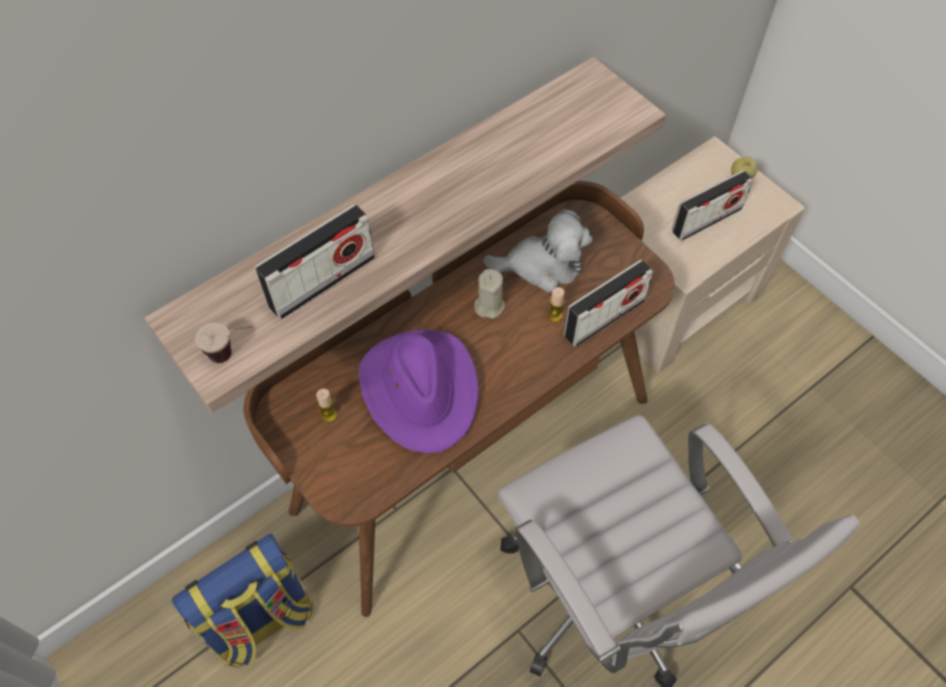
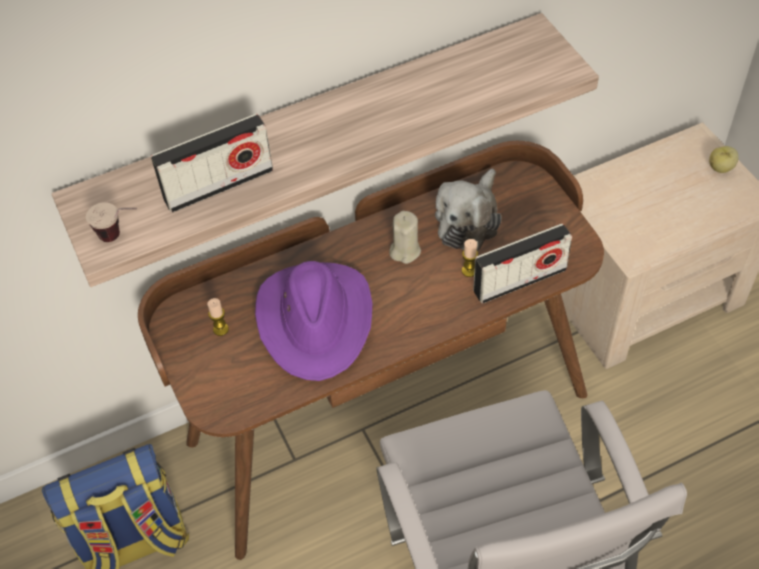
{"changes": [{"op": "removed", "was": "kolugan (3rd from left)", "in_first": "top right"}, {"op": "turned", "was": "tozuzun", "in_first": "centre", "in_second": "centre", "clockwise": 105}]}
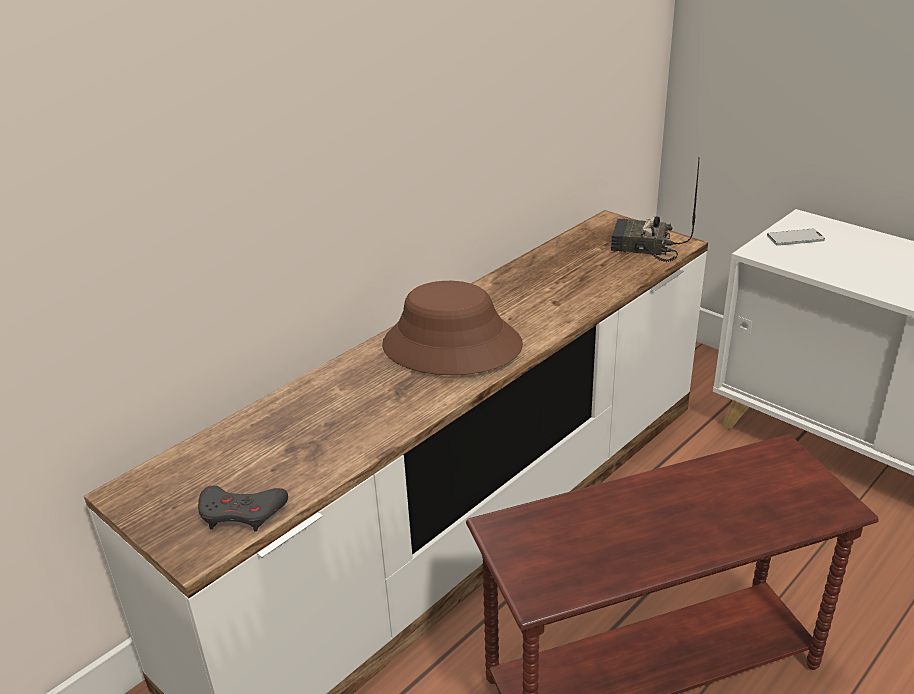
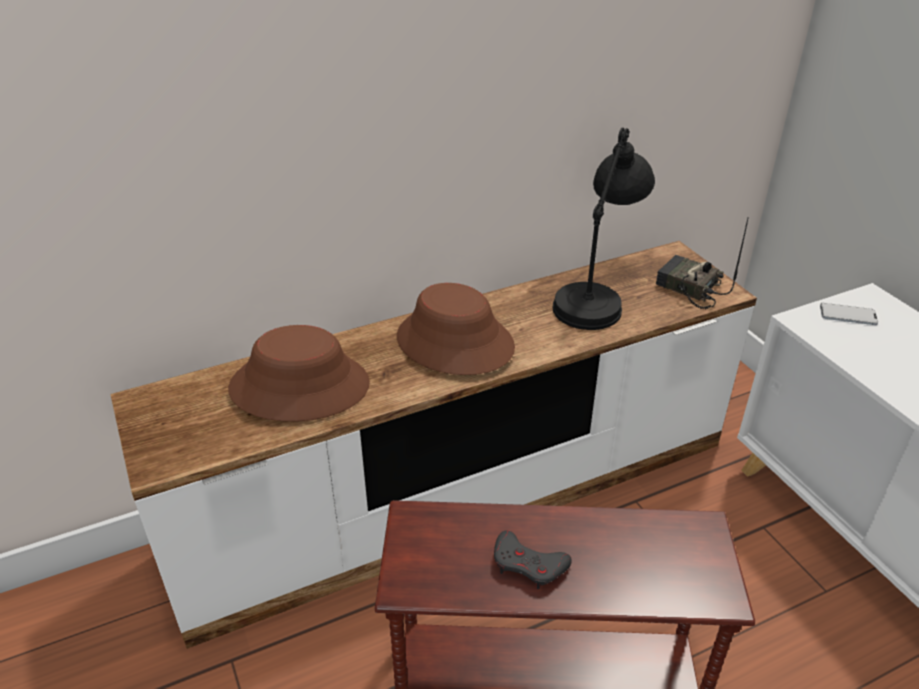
{"changes": [{"op": "moved", "was": "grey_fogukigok", "in_first": "bottom left", "in_second": "bottom centre"}, {"op": "added", "now": "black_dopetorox", "in_second": "top centre"}, {"op": "added", "now": "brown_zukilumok (1st from left)", "in_second": "middle left"}]}
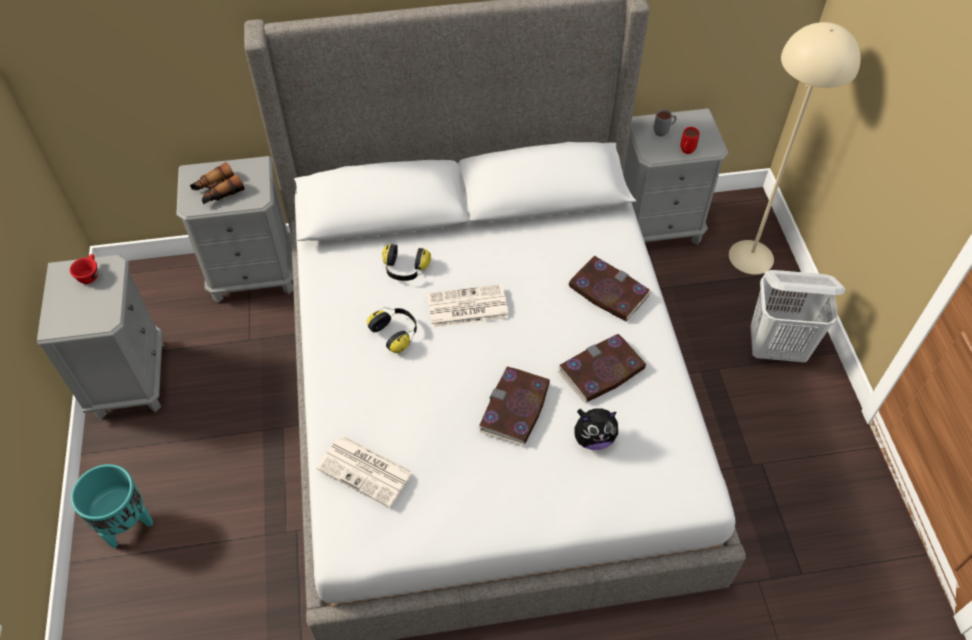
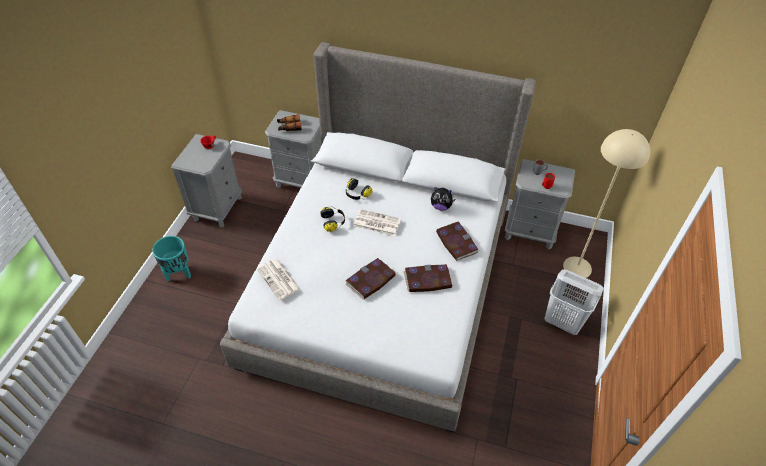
{"changes": [{"op": "moved", "was": "tozuzun", "in_first": "bottom centre", "in_second": "centre"}]}
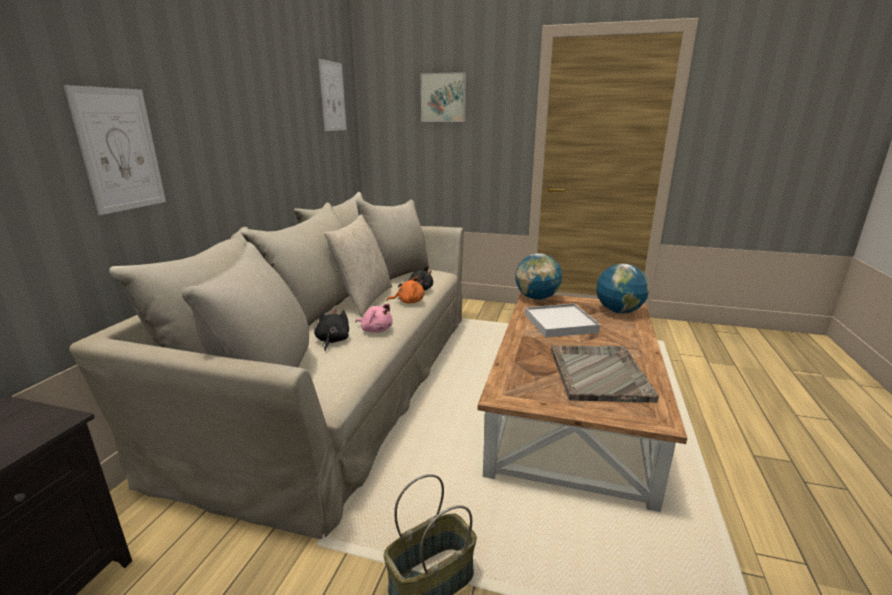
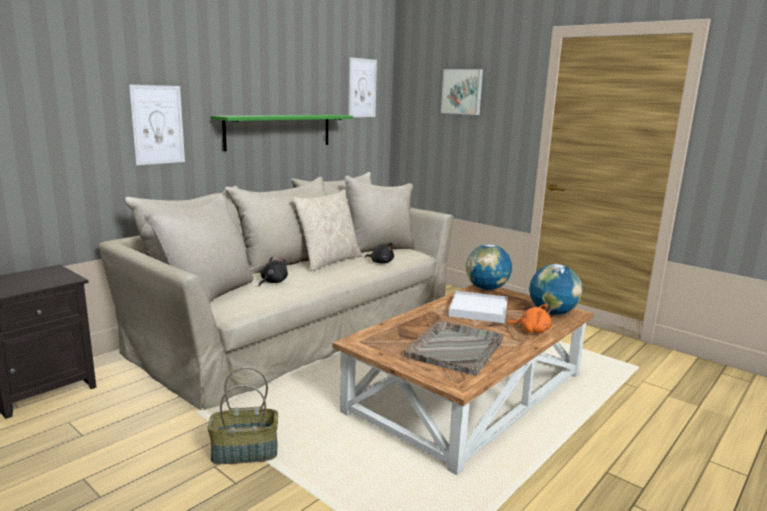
{"changes": [{"op": "moved", "was": "orange_tozuzun", "in_first": "centre", "in_second": "middle right"}, {"op": "removed", "was": "pink_tozuzun", "in_first": "centre"}, {"op": "added", "now": "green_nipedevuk", "in_second": "top centre"}]}
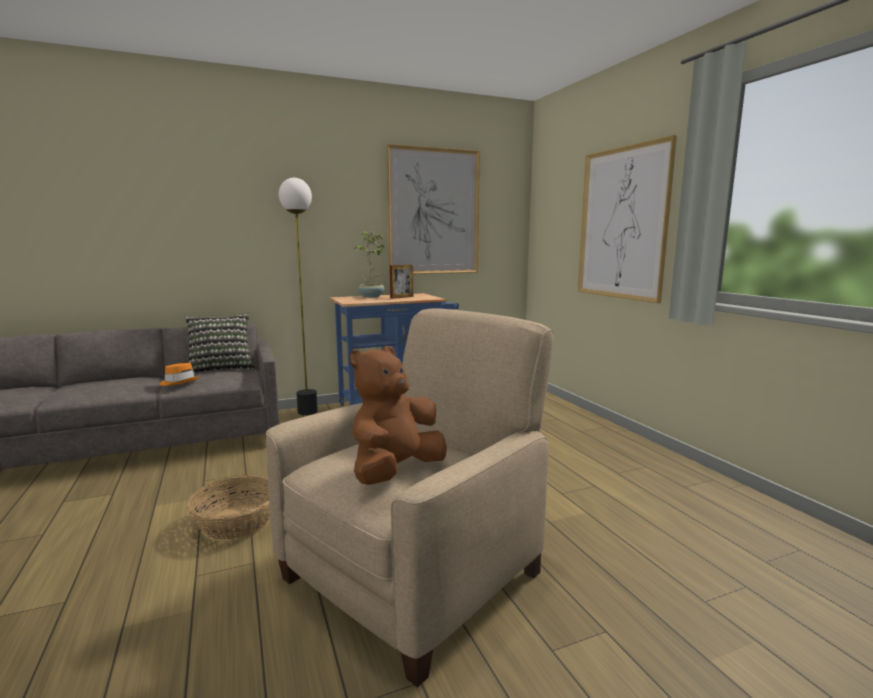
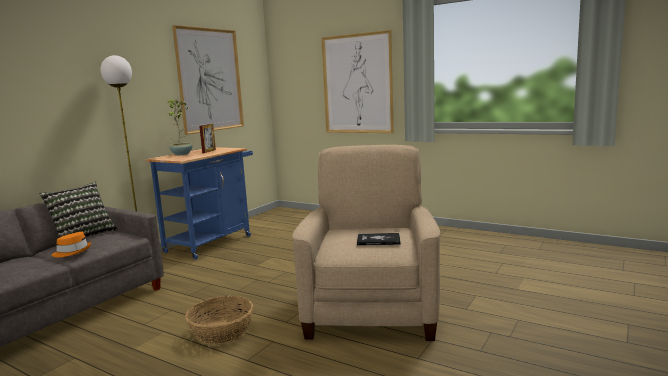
{"changes": [{"op": "replaced", "was": "brown_tozuzun", "now": "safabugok", "in_first": "centre", "in_second": "centre"}]}
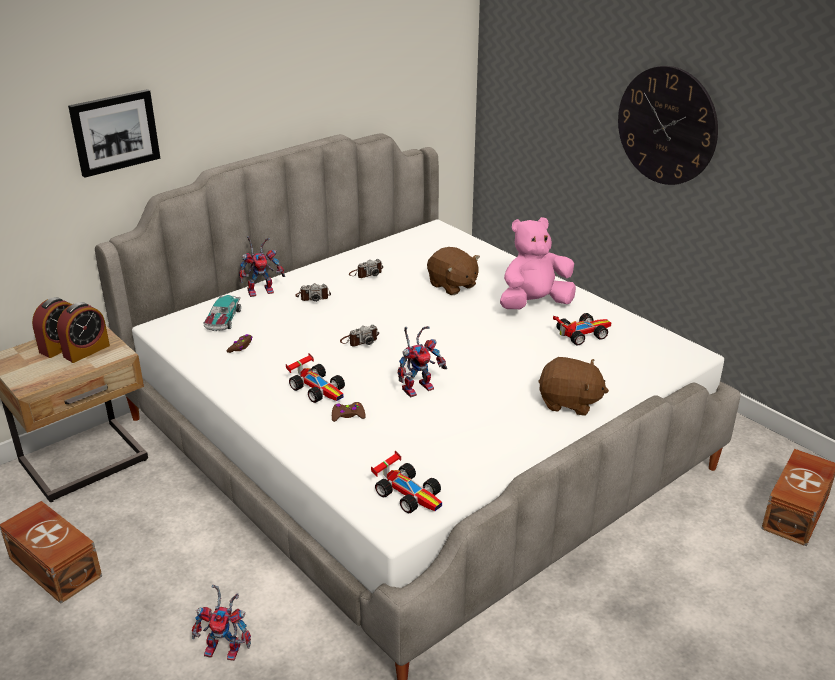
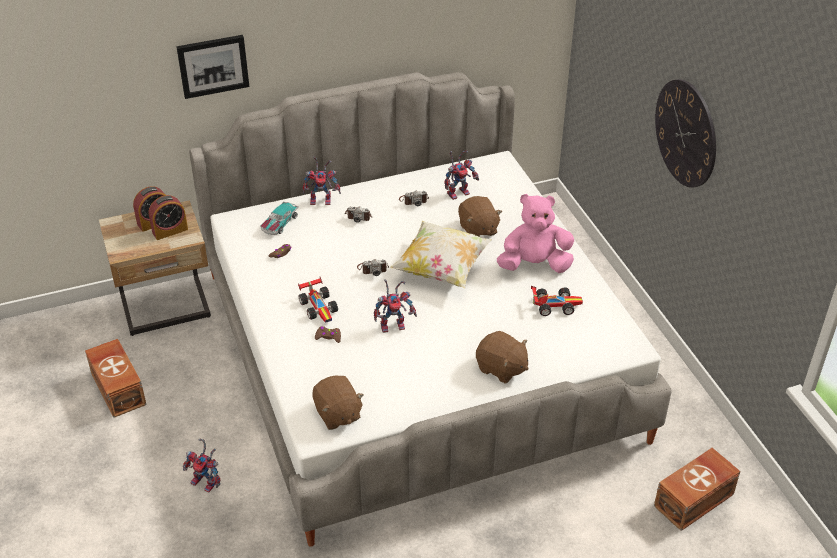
{"changes": [{"op": "replaced", "was": "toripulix (3rd from left)", "now": "brown_tozuzun (1st from left)", "in_first": "bottom centre", "in_second": "bottom centre"}, {"op": "added", "now": "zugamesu (4th from left)", "in_second": "top centre"}, {"op": "added", "now": "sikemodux", "in_second": "centre"}]}
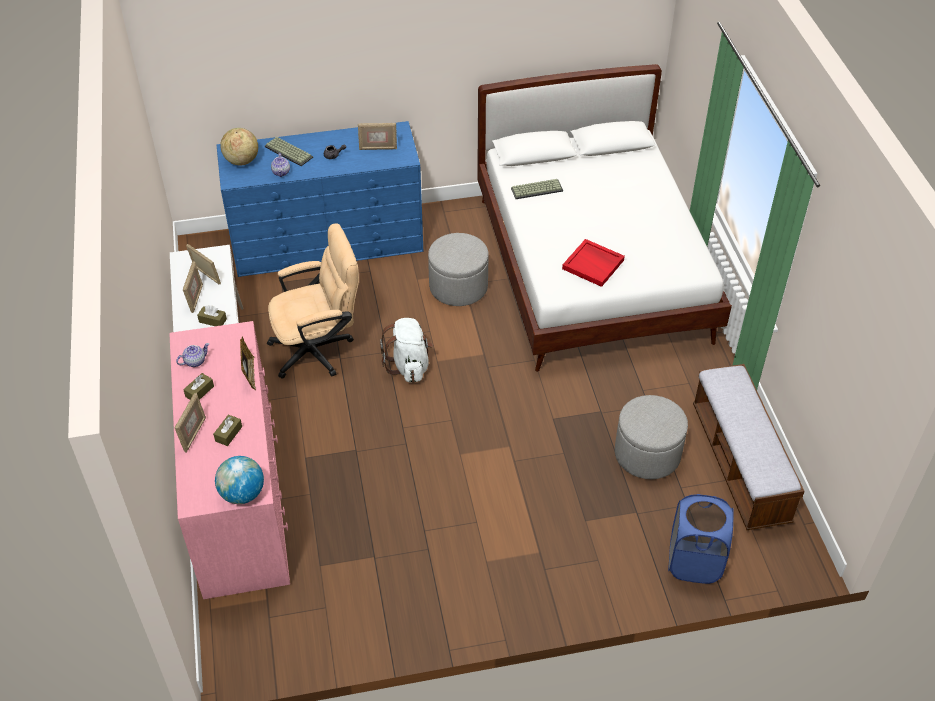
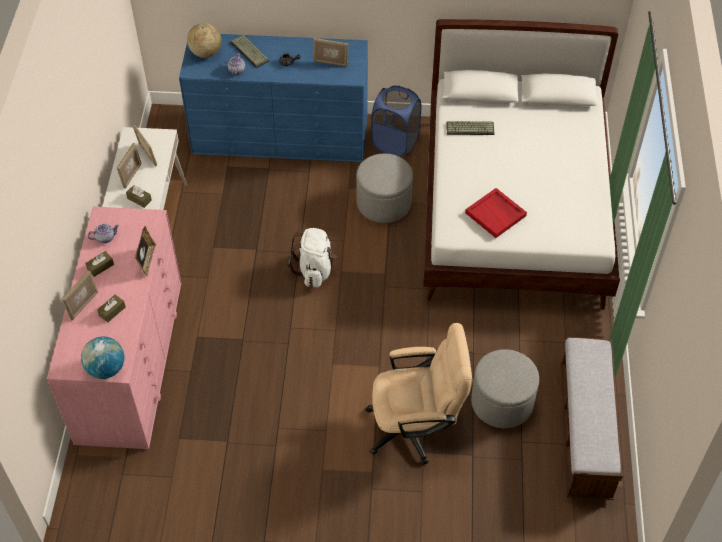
{"changes": [{"op": "moved", "was": "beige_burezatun", "in_first": "centre", "in_second": "bottom centre"}, {"op": "moved", "was": "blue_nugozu", "in_first": "bottom right", "in_second": "top centre"}]}
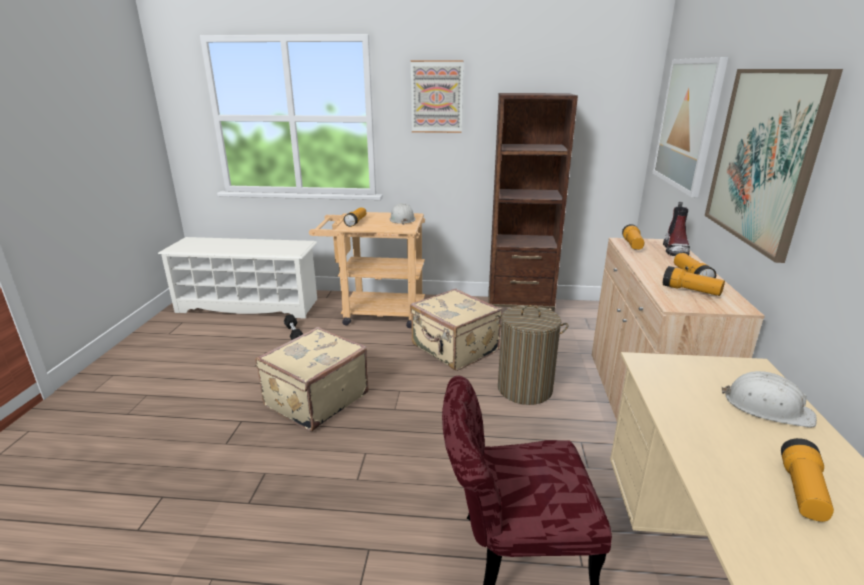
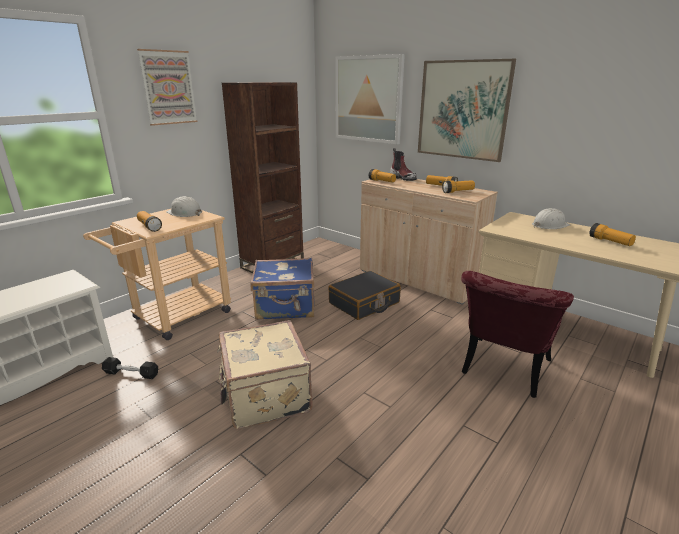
{"changes": [{"op": "recoloured", "was": "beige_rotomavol (2nd from left)", "now": "blue_rotomavol", "in_first": "centre", "in_second": "centre"}, {"op": "replaced", "was": "nugozu", "now": "black_rotomavol", "in_first": "centre", "in_second": "centre"}]}
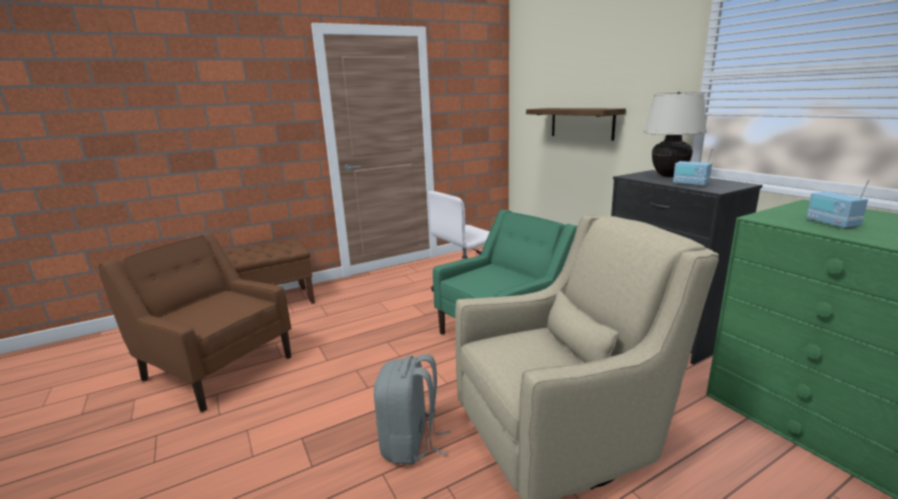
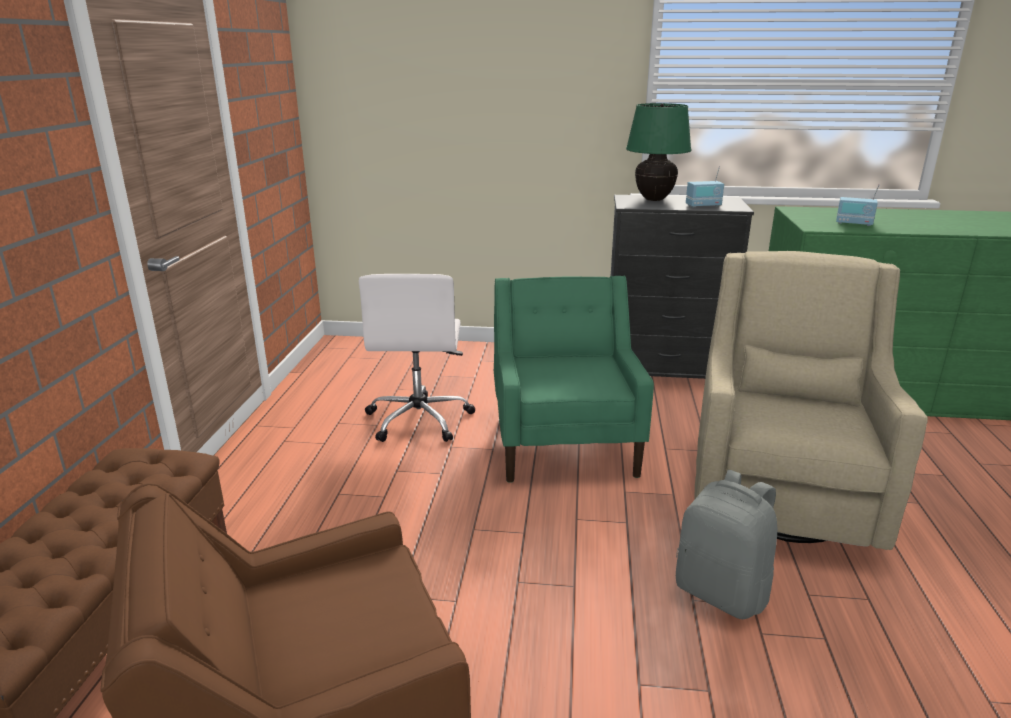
{"changes": [{"op": "recoloured", "was": "beige_dopetorox", "now": "green_dopetorox", "in_first": "top right", "in_second": "top centre"}, {"op": "removed", "was": "nipedevuk", "in_first": "top centre"}]}
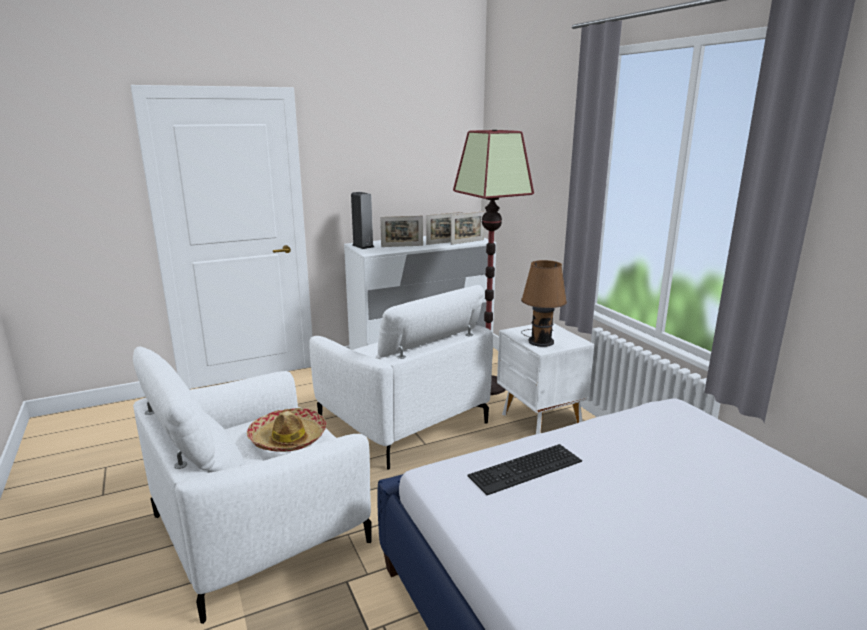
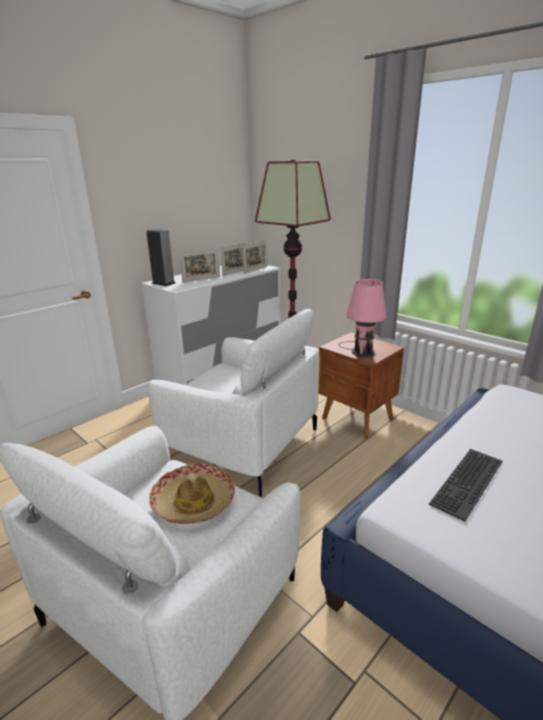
{"changes": [{"op": "recoloured", "was": "brown_dopetorox", "now": "pink_dopetorox", "in_first": "centre", "in_second": "middle right"}, {"op": "recoloured", "was": "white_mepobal", "now": "brown_mepobal", "in_first": "centre", "in_second": "centre"}]}
